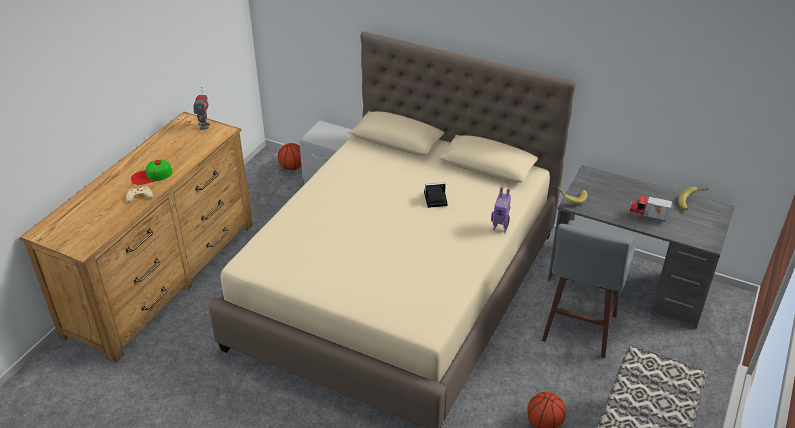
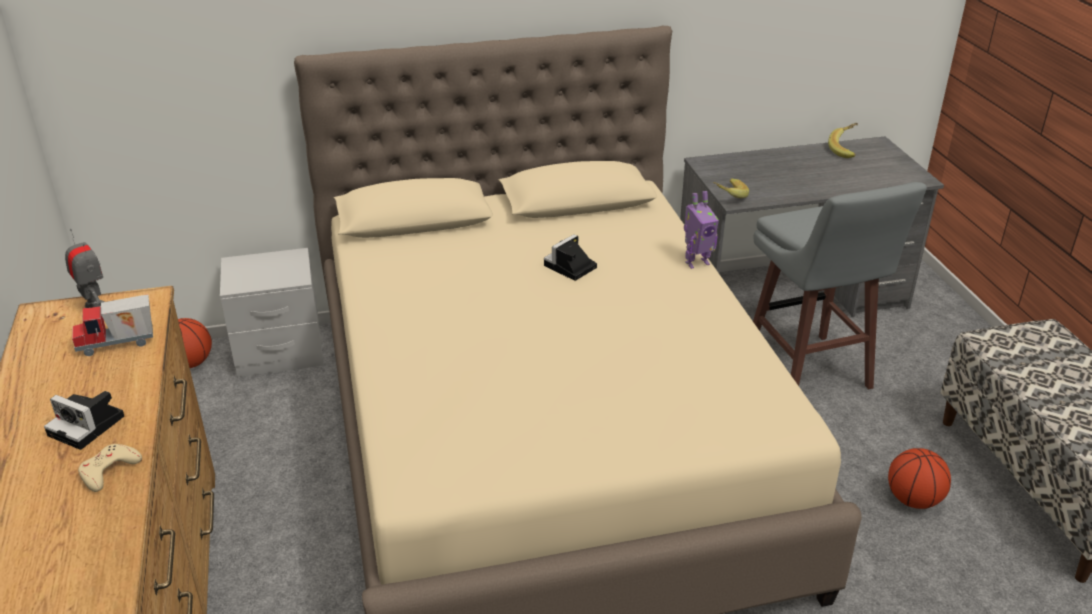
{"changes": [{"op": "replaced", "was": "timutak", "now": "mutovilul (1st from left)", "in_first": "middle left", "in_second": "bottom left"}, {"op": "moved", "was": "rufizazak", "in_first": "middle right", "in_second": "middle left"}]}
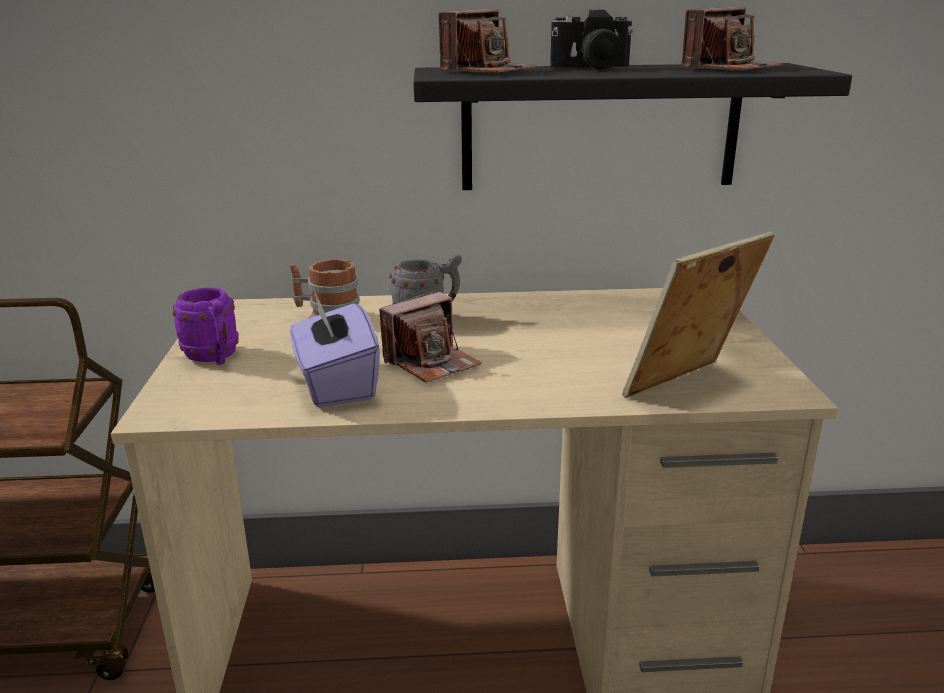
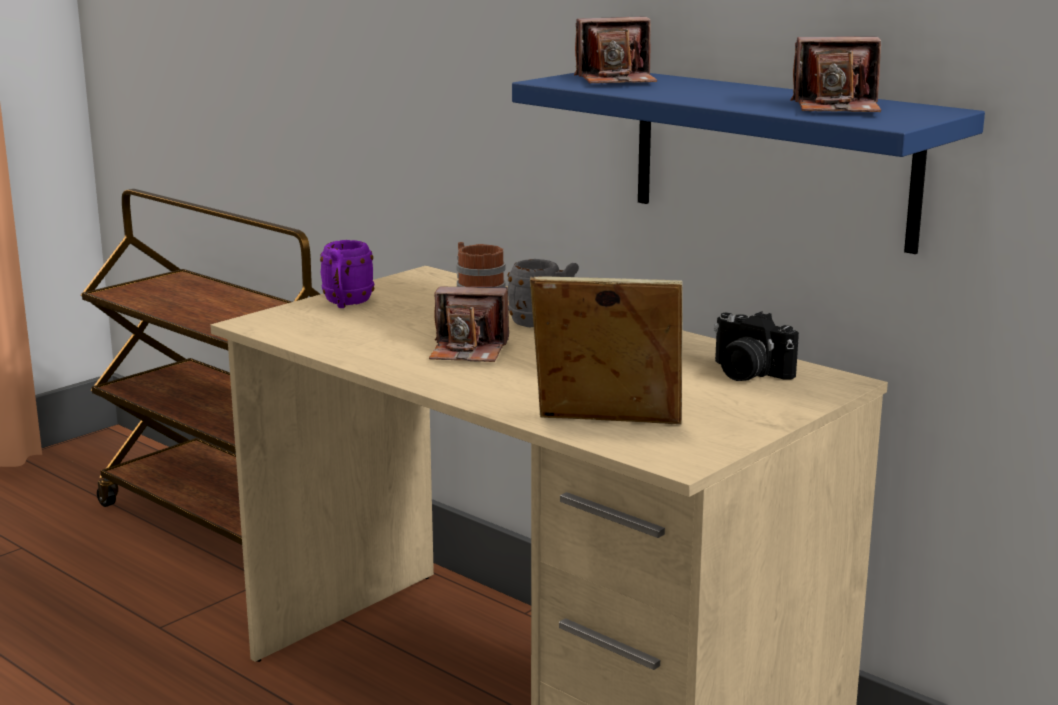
{"changes": [{"op": "moved", "was": "mutovilul (3rd from left)", "in_first": "top centre", "in_second": "middle right"}, {"op": "recoloured", "was": "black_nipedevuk", "now": "blue_nipedevuk", "in_first": "top right", "in_second": "top right"}, {"op": "removed", "was": "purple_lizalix", "in_first": "centre"}]}
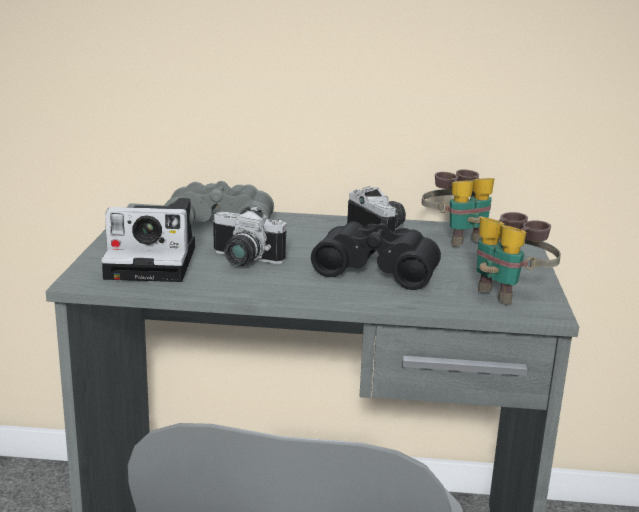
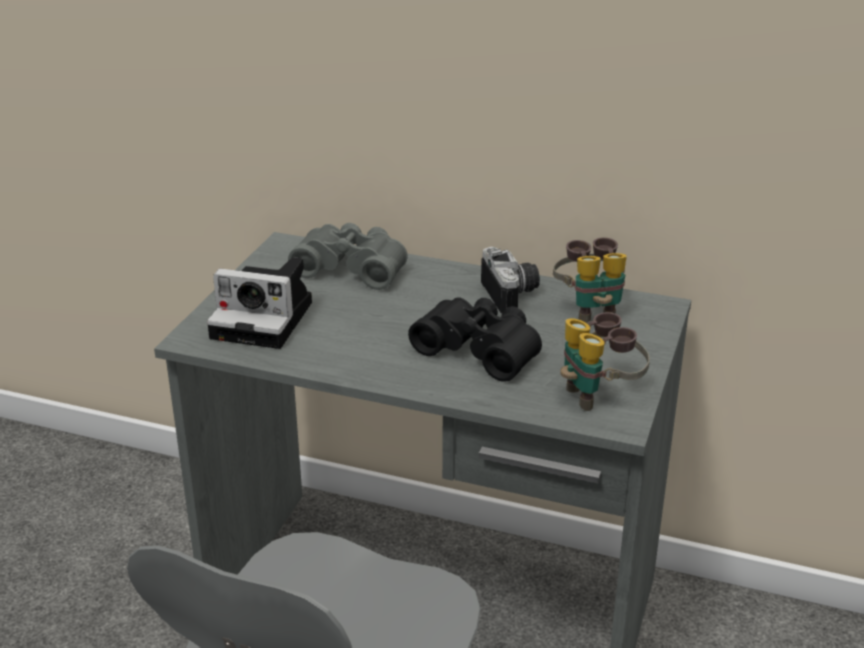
{"changes": [{"op": "removed", "was": "mutovilul (2nd from left)", "in_first": "centre"}]}
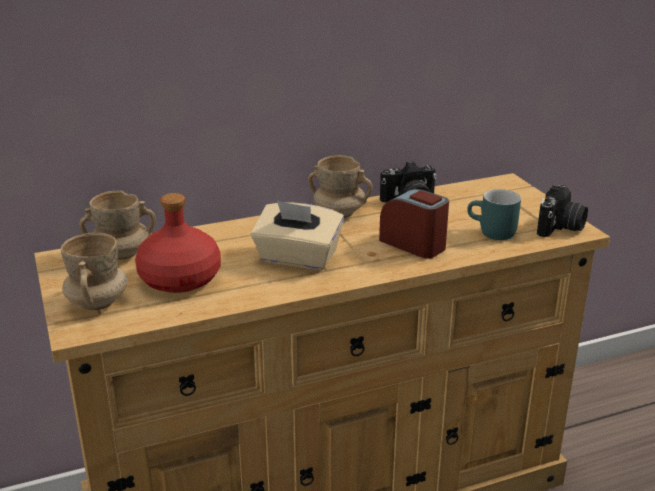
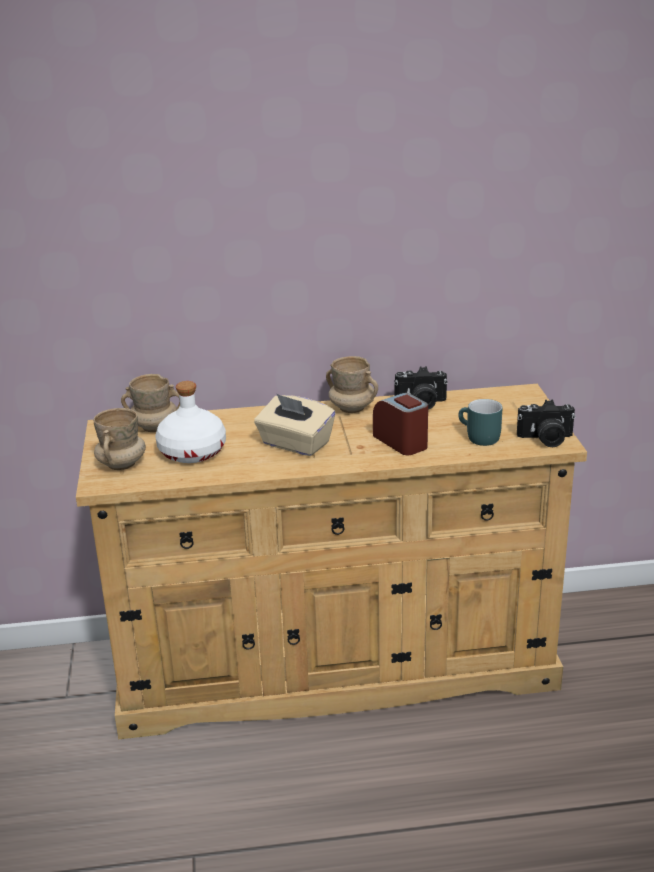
{"changes": [{"op": "turned", "was": "mutovilul (2nd from left)", "in_first": "middle right", "in_second": "middle right", "clockwise": 45}, {"op": "recoloured", "was": "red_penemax", "now": "white_penemax", "in_first": "middle left", "in_second": "middle left"}]}
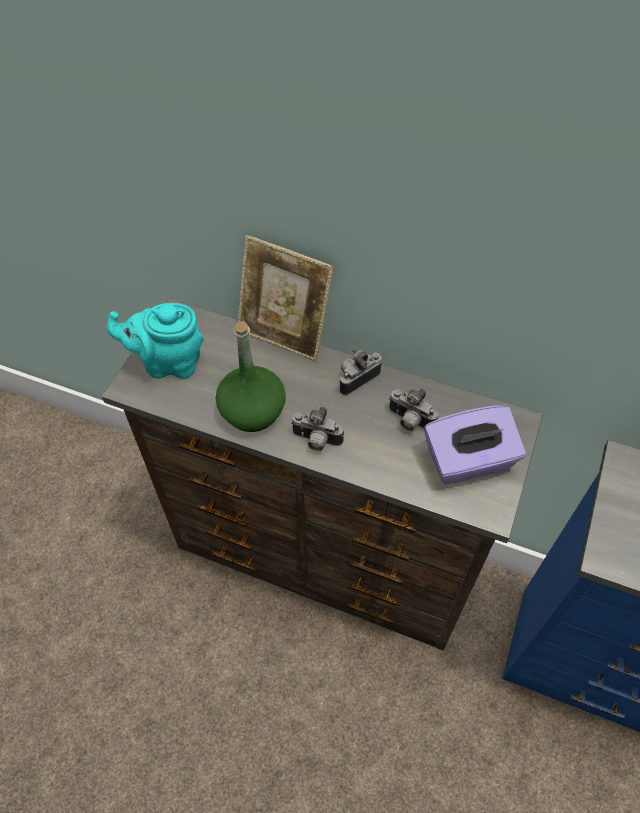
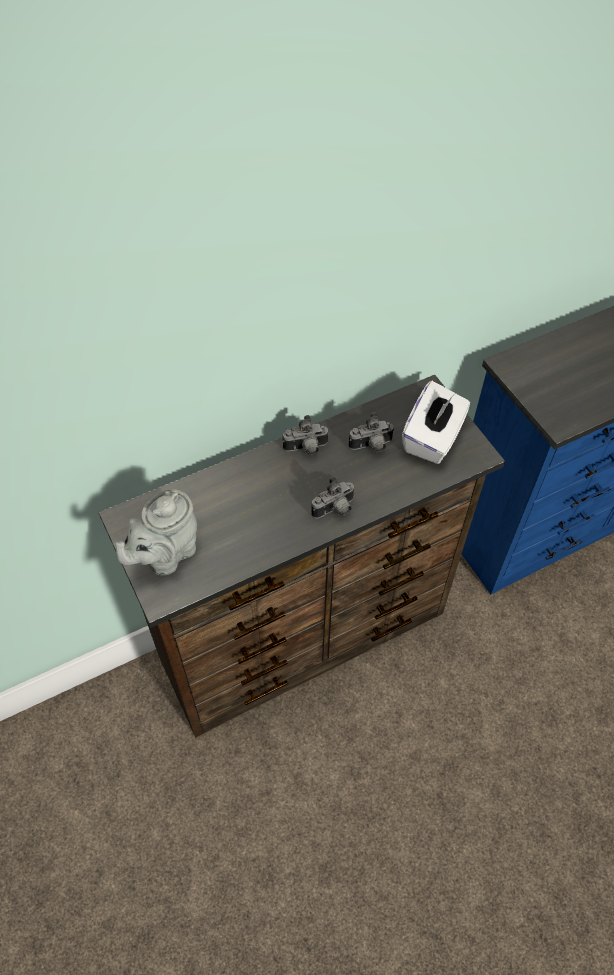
{"changes": [{"op": "removed", "was": "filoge", "in_first": "centre"}, {"op": "recoloured", "was": "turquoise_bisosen", "now": "grey_bisosen", "in_first": "middle left", "in_second": "middle left"}, {"op": "removed", "was": "green_penemax", "in_first": "centre"}, {"op": "turned", "was": "mutovilul (2nd from left in the first image)", "in_first": "centre", "in_second": "centre", "clockwise": -105}, {"op": "recoloured", "was": "purple_lizalix", "now": "white_lizalix", "in_first": "middle right", "in_second": "middle right"}]}
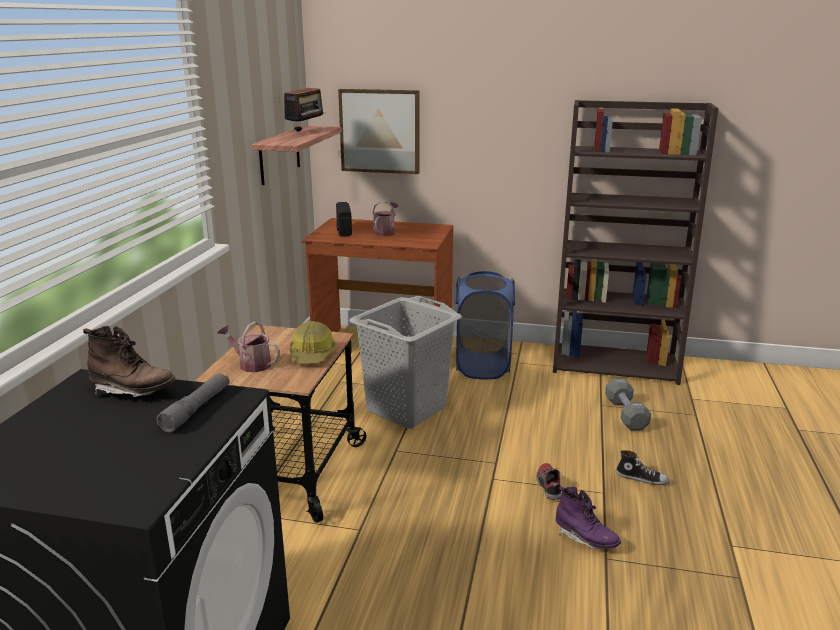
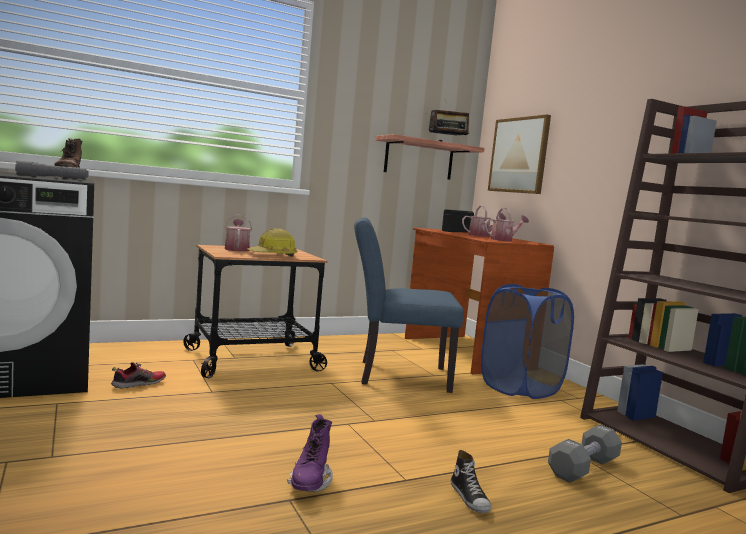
{"changes": [{"op": "replaced", "was": "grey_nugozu", "now": "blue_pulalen", "in_first": "centre", "in_second": "centre"}, {"op": "moved", "was": "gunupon (1st from left)", "in_first": "bottom centre", "in_second": "bottom left"}, {"op": "added", "now": "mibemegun (3rd from left)", "in_second": "middle right"}]}
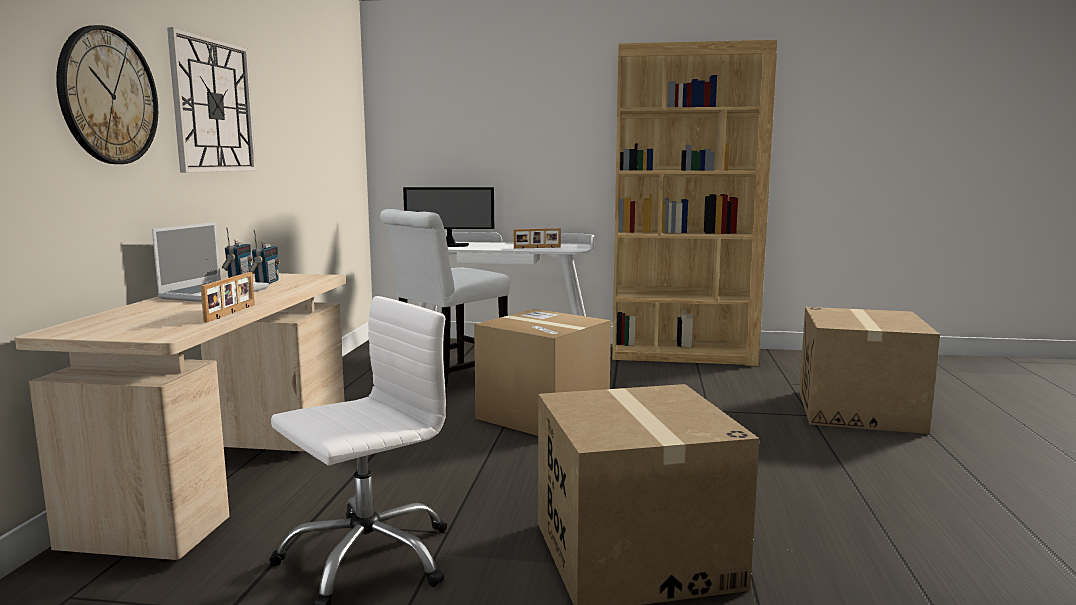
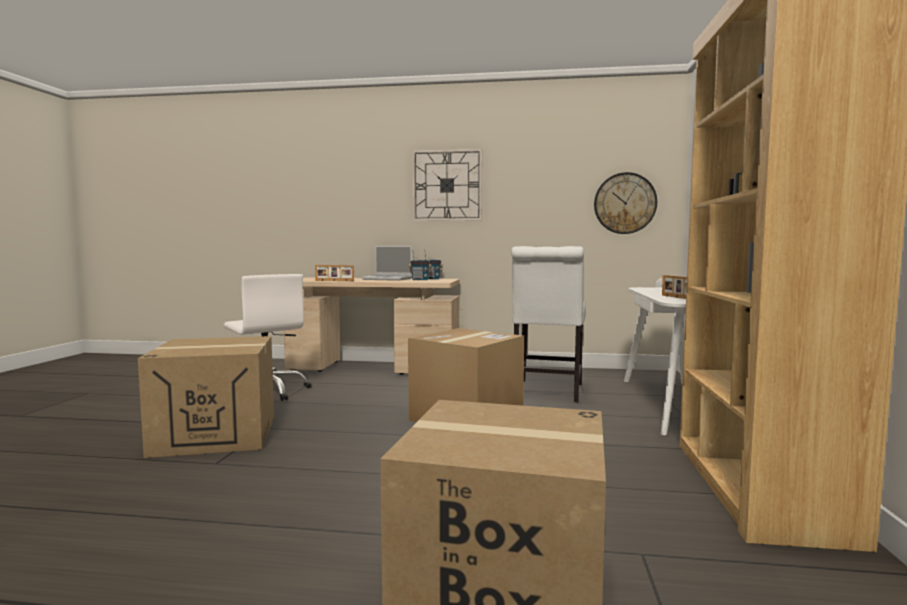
{"changes": [{"op": "moved", "was": "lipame (1st from left in the first image)", "now": "lipame (2nd from left)", "in_first": "top left", "in_second": "middle right"}, {"op": "removed", "was": "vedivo", "in_first": "centre"}, {"op": "turned", "was": "white_pulalen", "in_first": "centre", "in_second": "centre", "clockwise": -120}]}
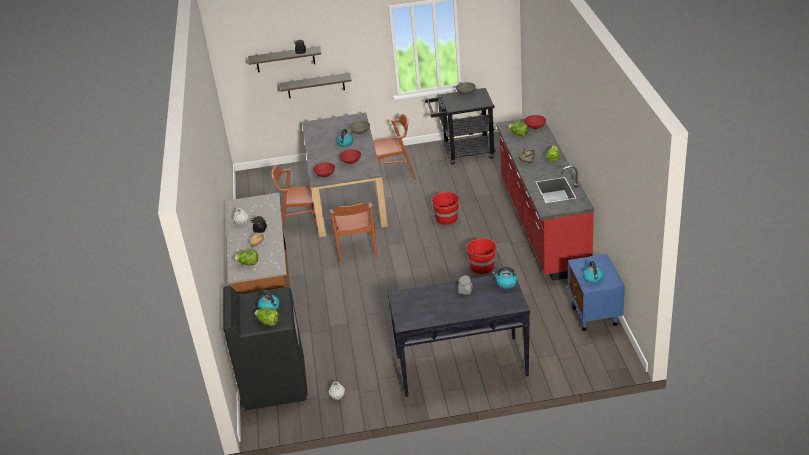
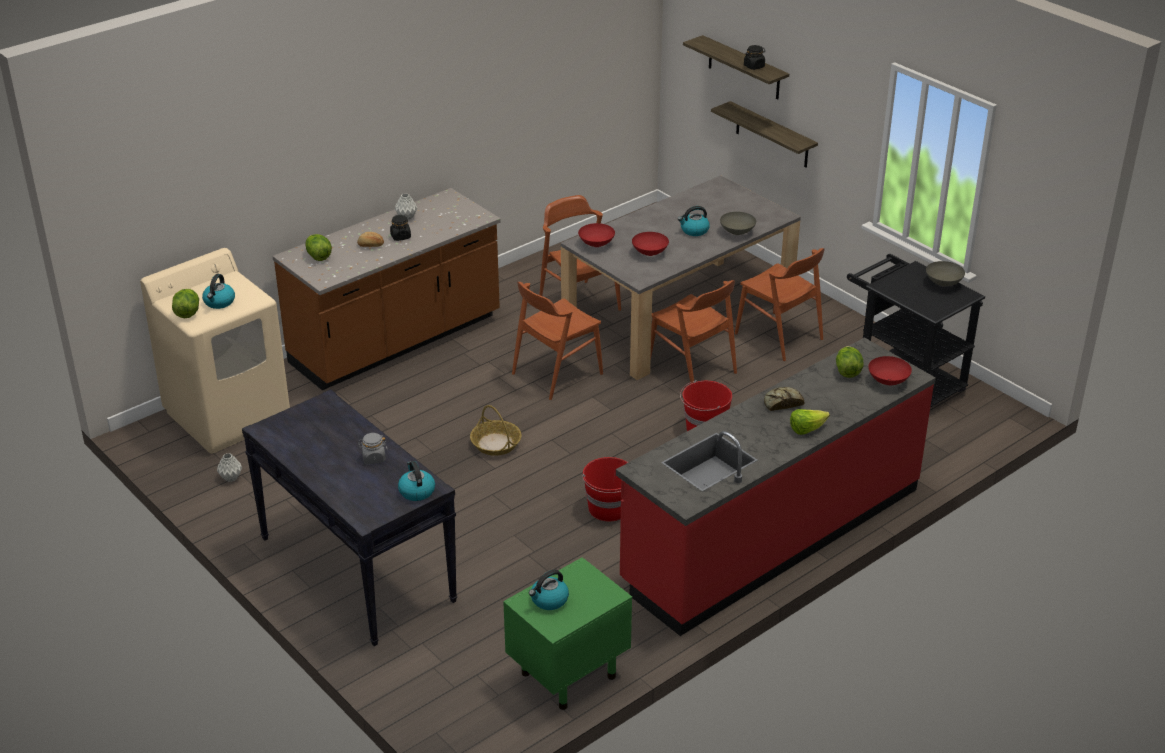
{"changes": [{"op": "recoloured", "was": "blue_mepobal", "now": "green_mepobal", "in_first": "middle right", "in_second": "bottom centre"}, {"op": "recoloured", "was": "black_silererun", "now": "beige_silererun", "in_first": "bottom left", "in_second": "middle left"}, {"op": "added", "now": "brown_pulalen (3rd from left)", "in_second": "centre"}, {"op": "added", "now": "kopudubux", "in_second": "centre"}]}
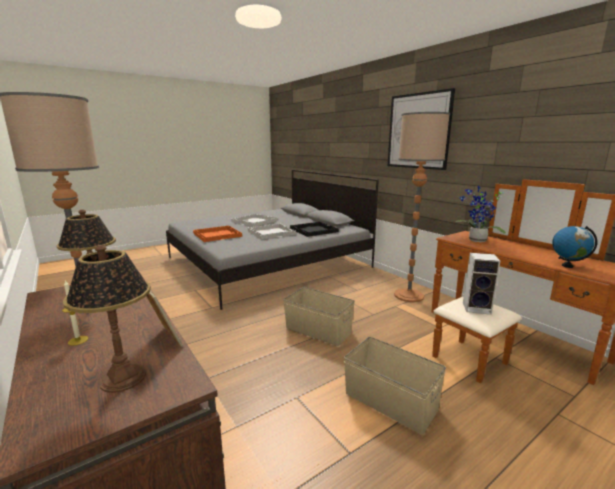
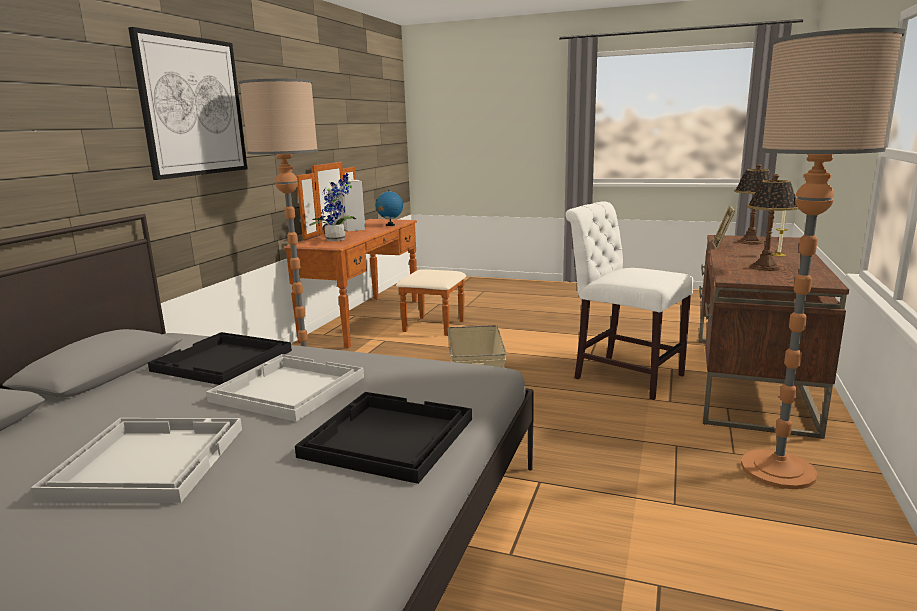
{"changes": [{"op": "recoloured", "was": "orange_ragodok", "now": "black_ragodok (2nd from left)", "in_first": "centre", "in_second": "bottom centre"}, {"op": "moved", "was": "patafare", "in_first": "middle right", "in_second": "centre"}, {"op": "removed", "was": "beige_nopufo (2nd from left)", "in_first": "bottom centre"}, {"op": "added", "now": "white_pulalen", "in_second": "middle right"}]}
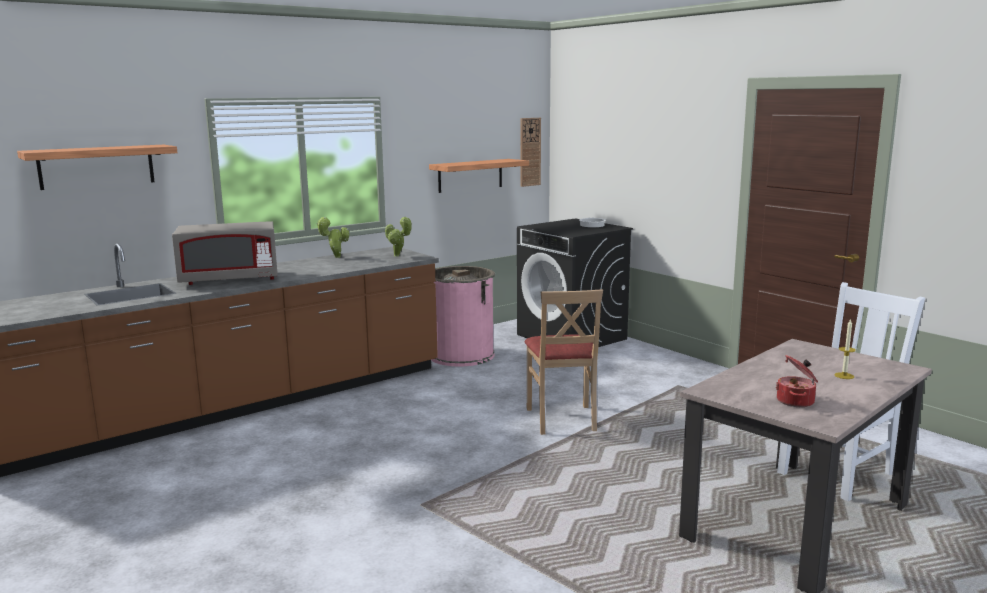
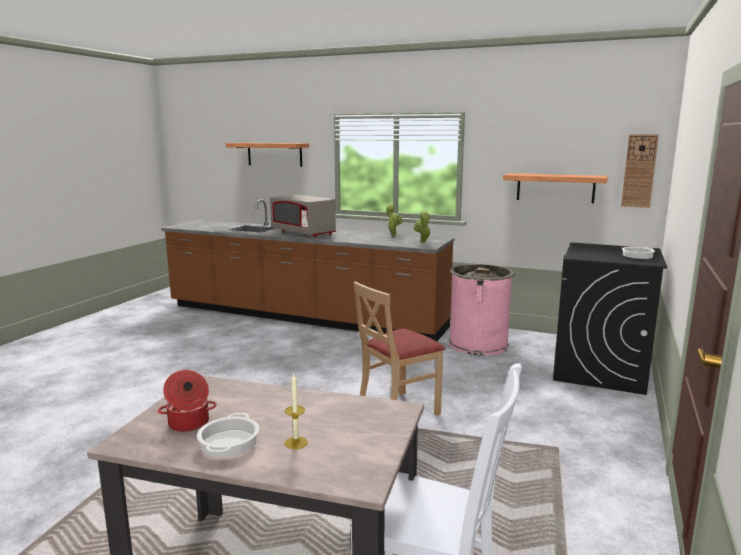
{"changes": [{"op": "added", "now": "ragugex (2nd from left)", "in_second": "bottom left"}]}
